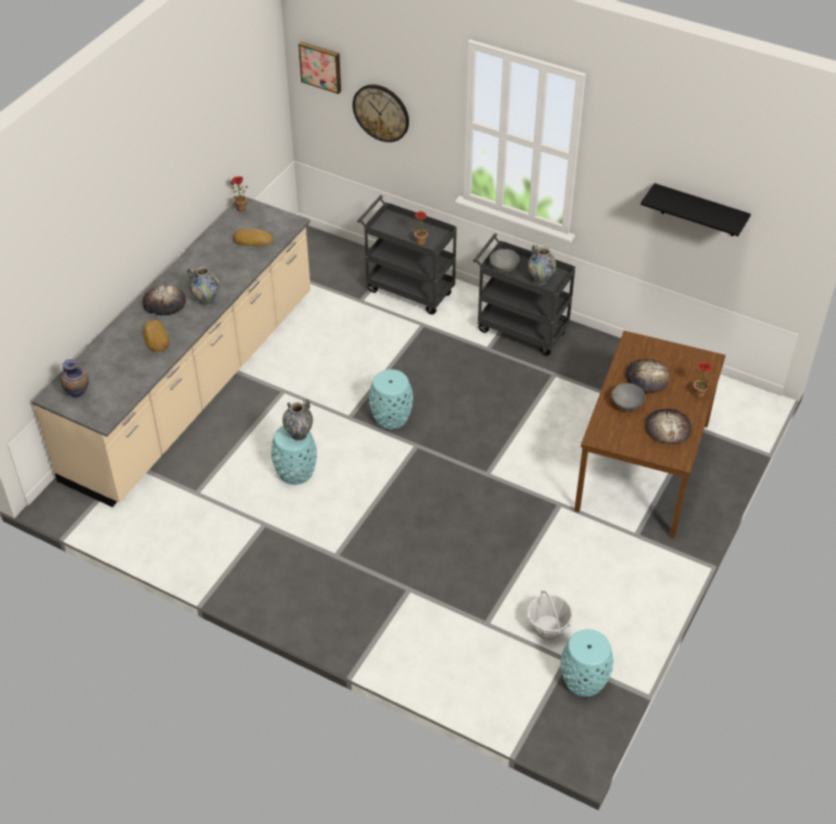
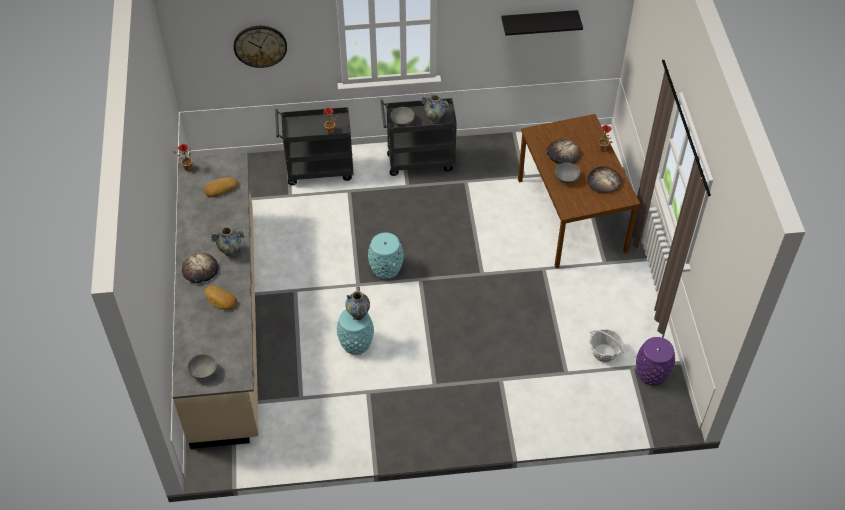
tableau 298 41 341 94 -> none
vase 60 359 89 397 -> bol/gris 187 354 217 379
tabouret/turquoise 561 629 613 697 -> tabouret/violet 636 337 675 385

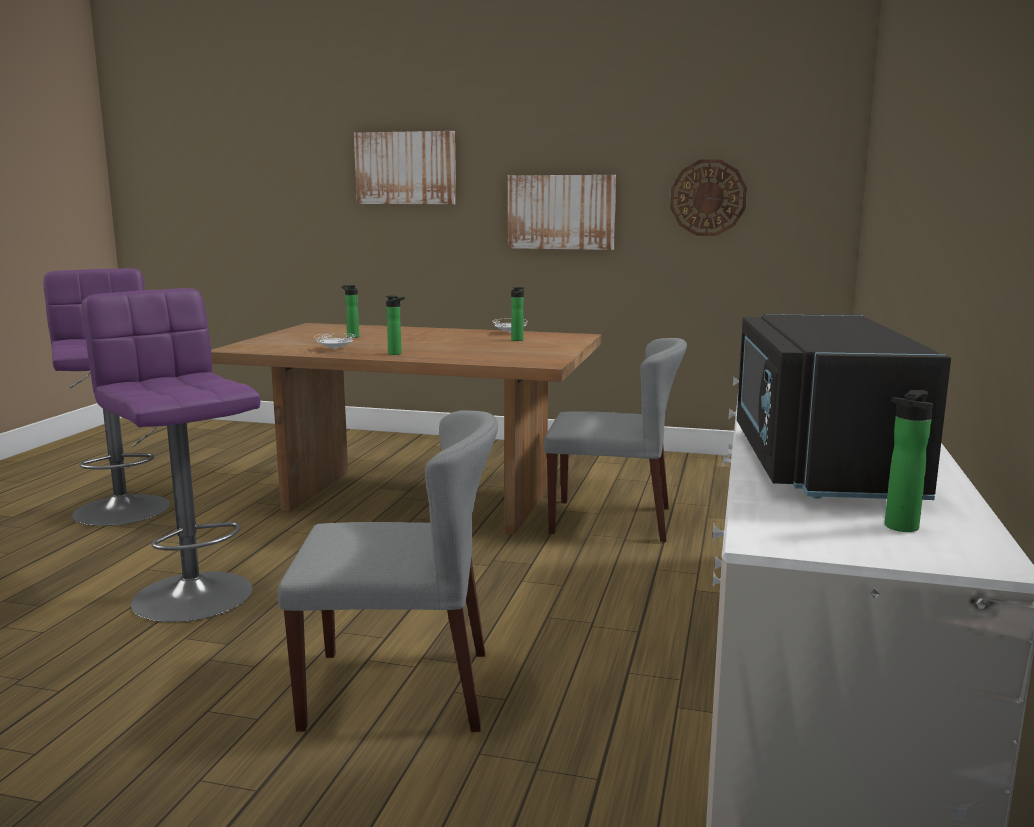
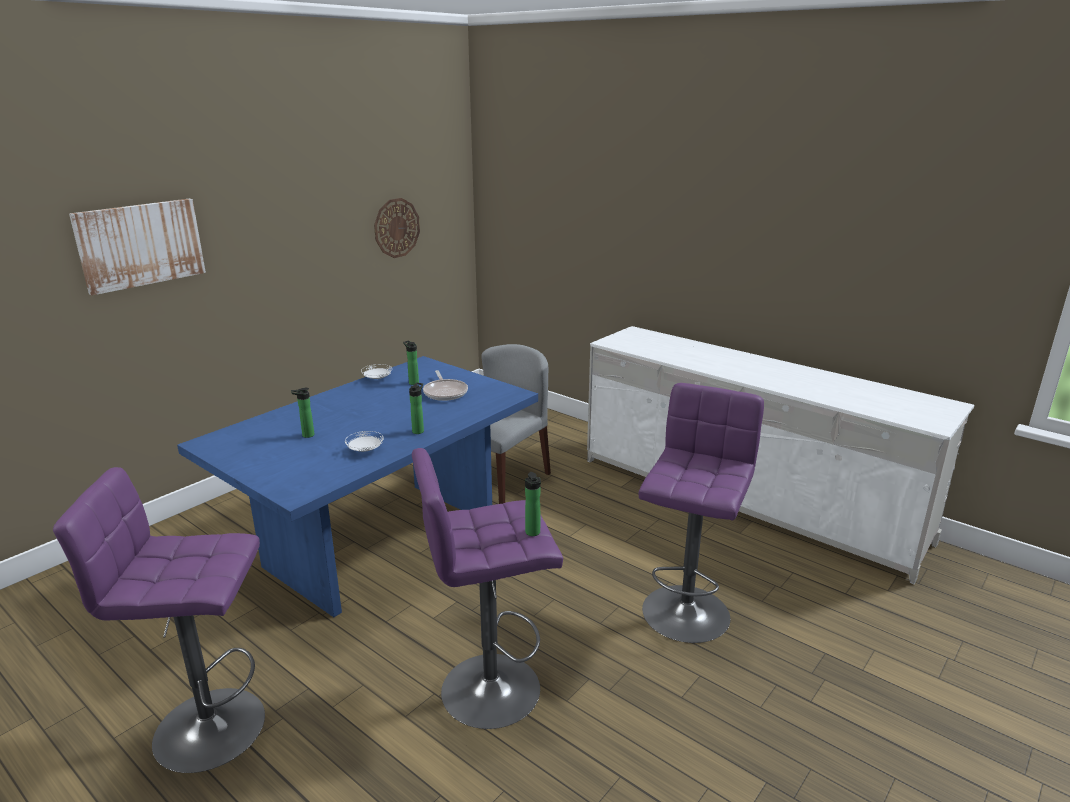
tableau 508 175 616 250 -> none
micro-ondes/noir 737 314 951 500 -> none
table à manger/marron 211 323 601 535 -> table à manger/bleu 177 356 538 617
bouteille 885 390 933 532 -> bouteille 525 472 541 536, relocated
chaise/gris 278 410 498 732 -> tabouret/violet 639 383 764 643
none -> poêle 423 370 468 401

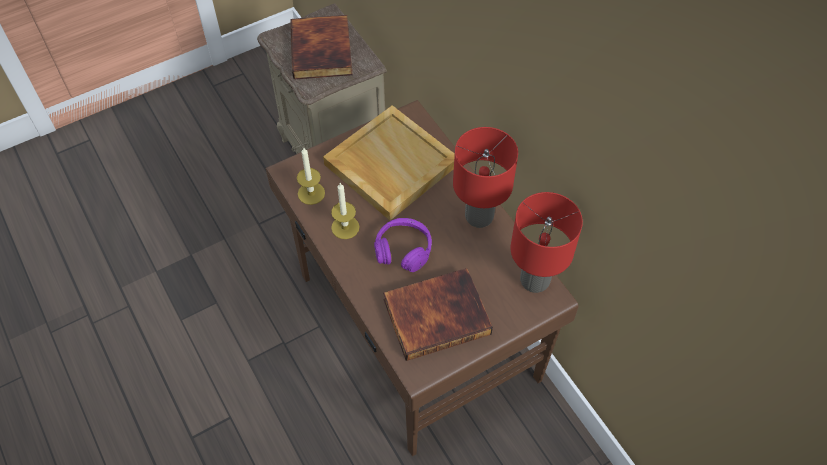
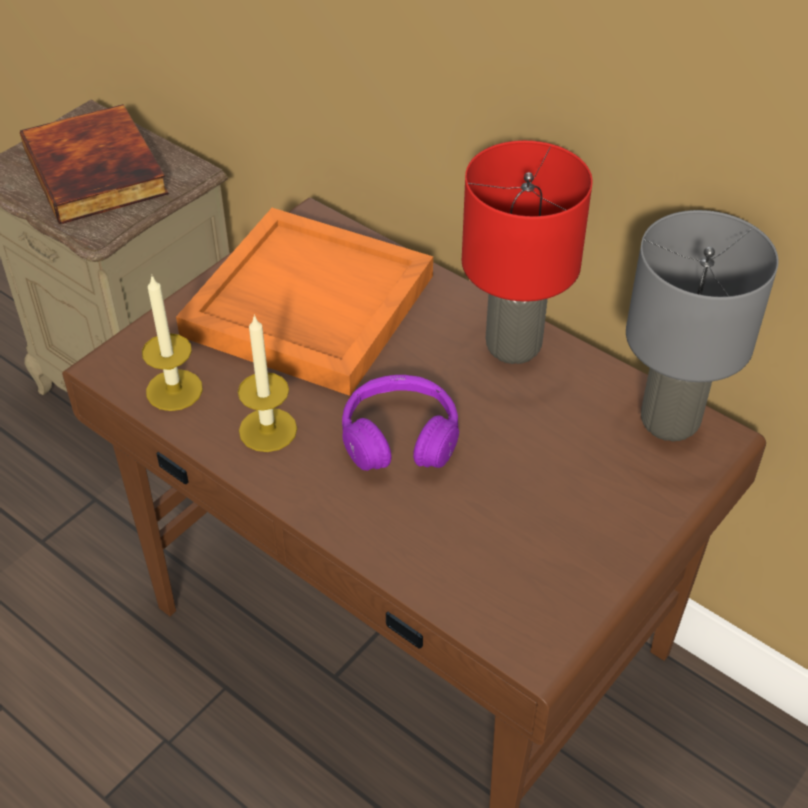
plateau/beige 323 105 455 220 -> plateau/orange 176 208 433 396
lampe de table/rouge 510 192 583 293 -> lampe de table/gris 626 210 779 441
livre 383 268 493 361 -> none

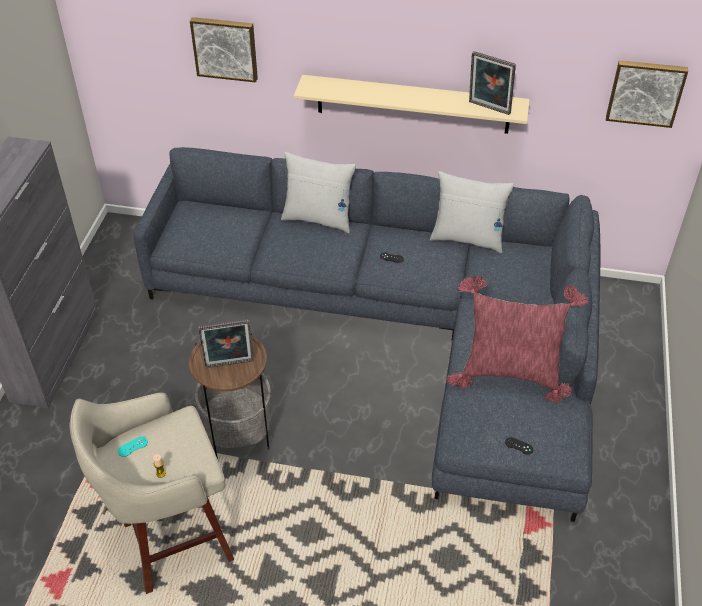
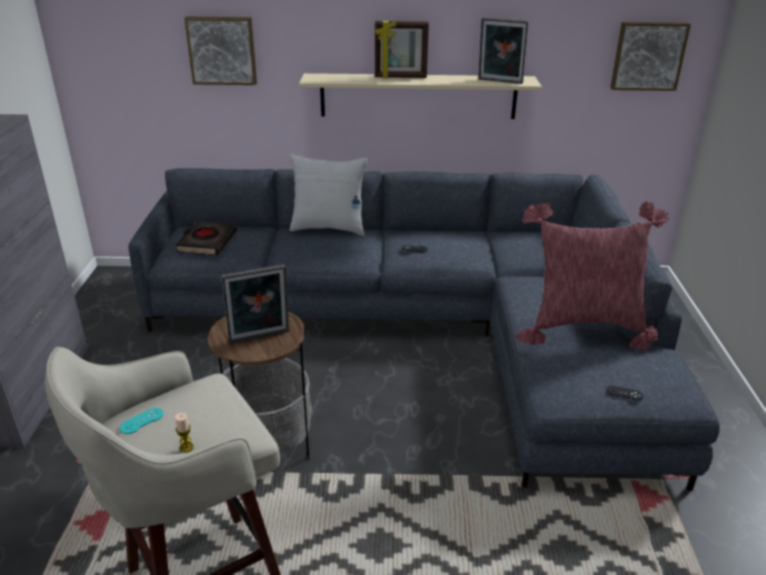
coussin/gris 430 171 514 253 -> none
none -> cadre photo 375 20 429 78
none -> livre/noir 176 221 237 255

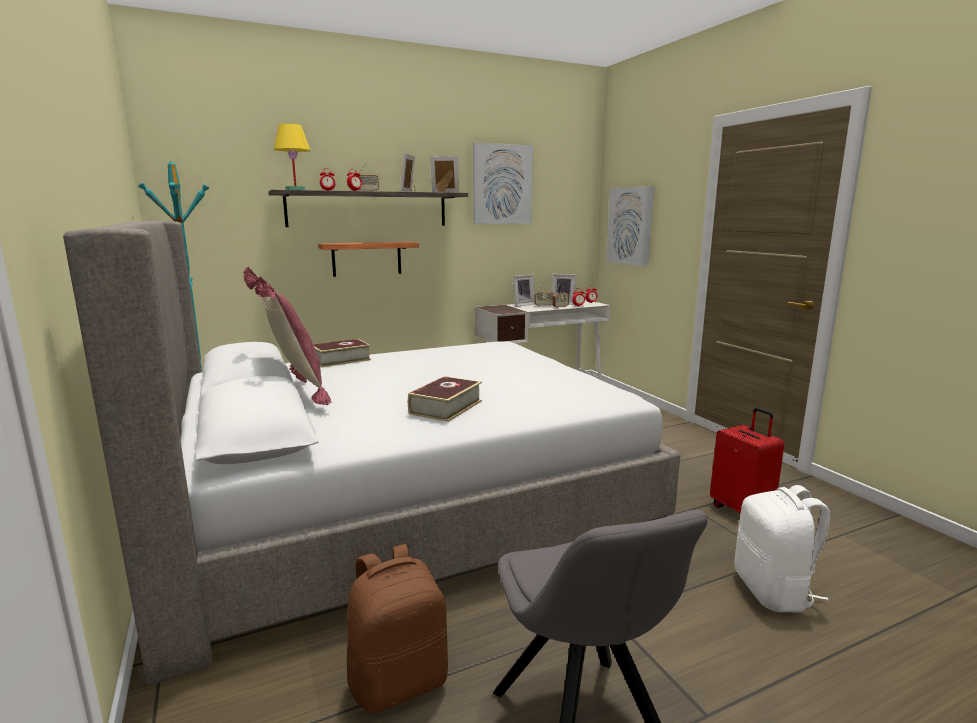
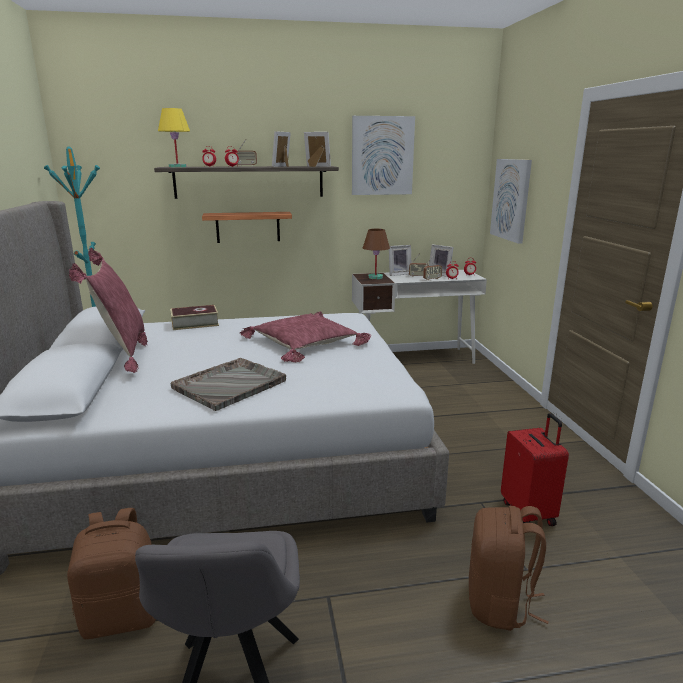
livre 408 376 482 422 -> plateau/gris 171 358 286 411
sac à dos/blanc 734 485 830 612 -> sac à dos/marron 469 506 549 631
none -> lampe de table/marron 363 229 390 279
none -> coussin/rouge 239 311 371 362

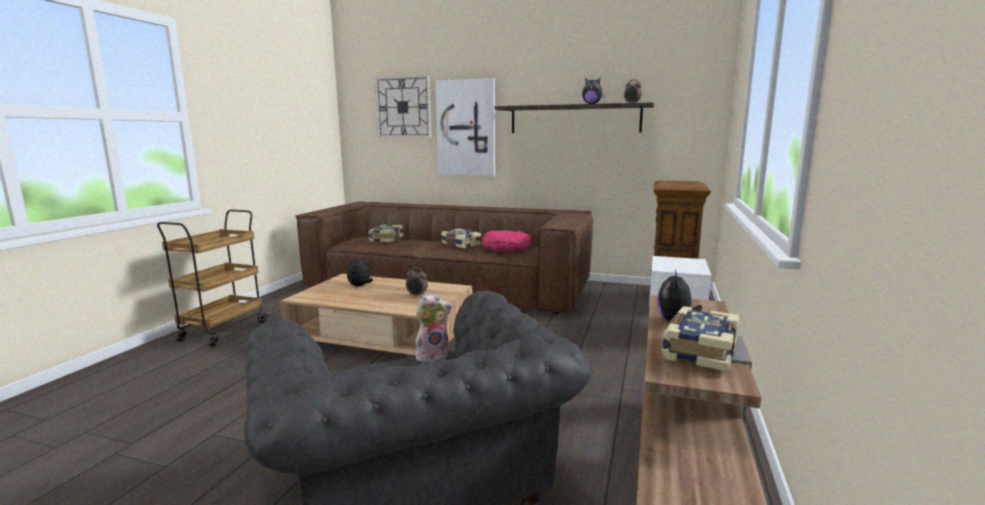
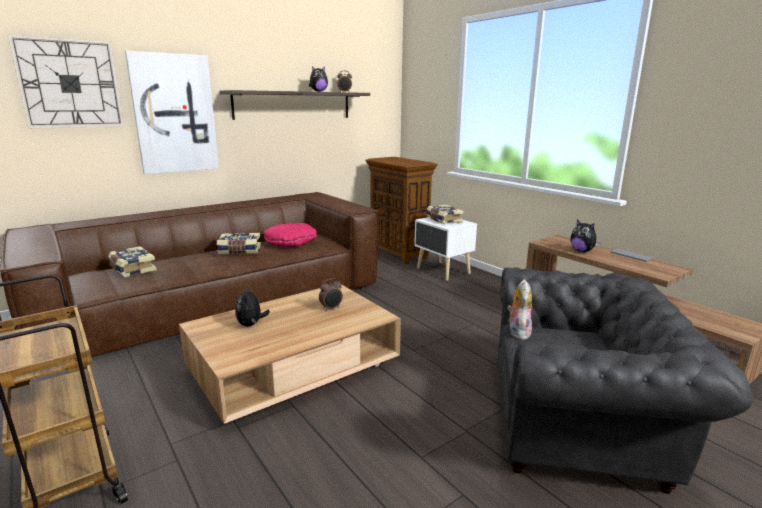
livre 662 306 739 372 -> livre 426 205 464 224, relocated

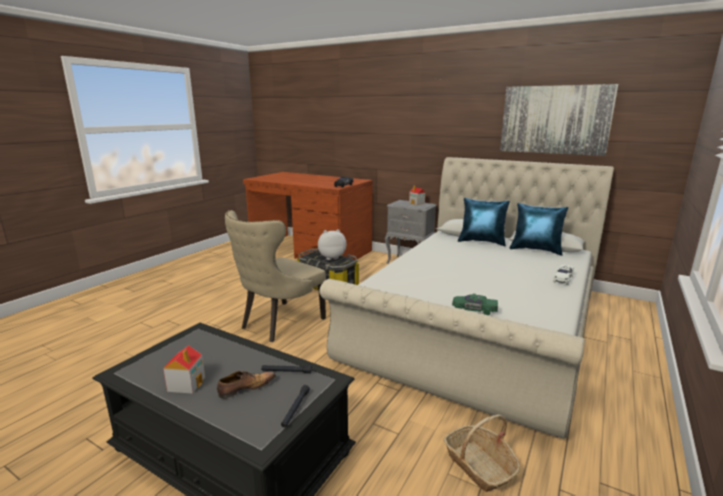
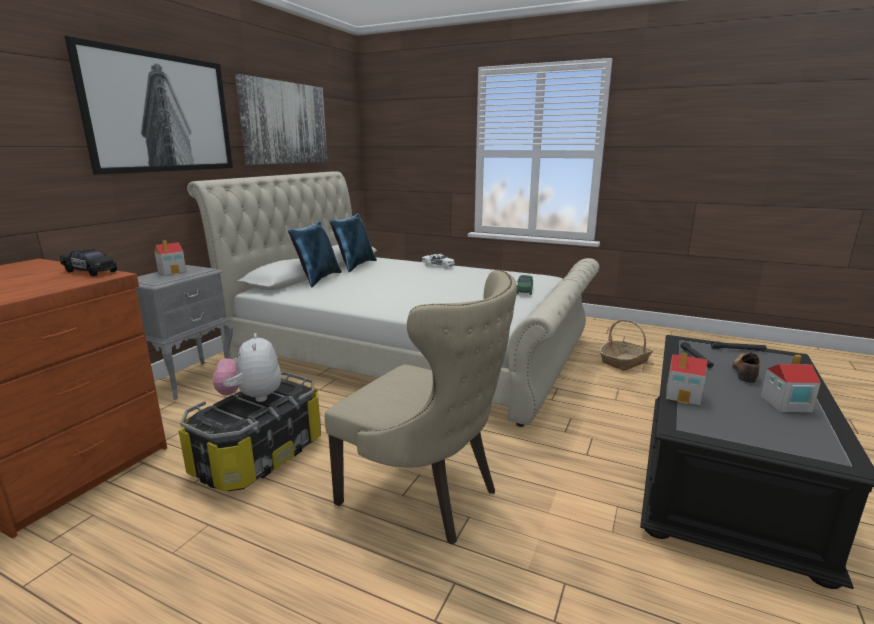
chaussure 217 371 276 399 -> chaussure 732 353 760 383, 60 degrees clockwise
none -> tableau 65 35 233 174
none -> maison miniature 666 352 707 405

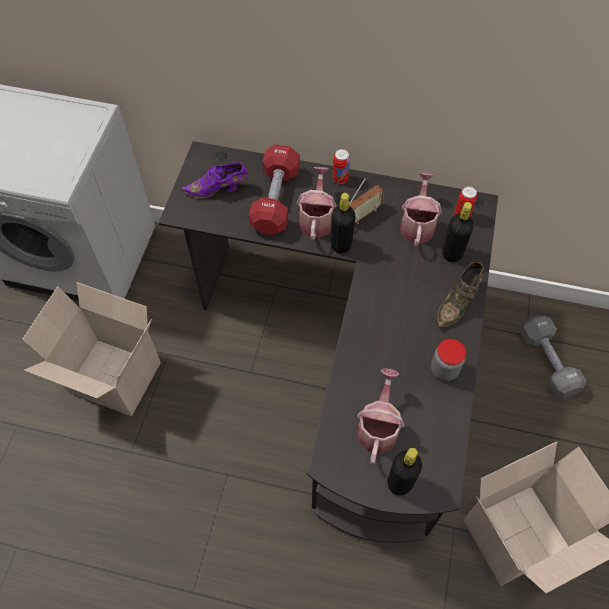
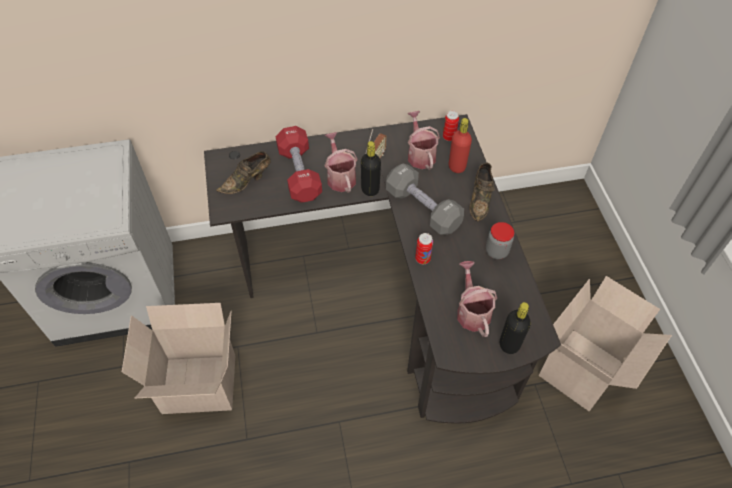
boîte métallique 333 149 350 184 -> boîte métallique 415 233 433 264, relocated
chaussure/violet 180 162 248 198 -> chaussure/marron 216 151 271 194
bouteille/noir 442 202 474 262 -> bouteille/rouge 449 118 472 173
haltère/gris 520 316 587 398 -> haltère/gris 386 164 464 235, relocated

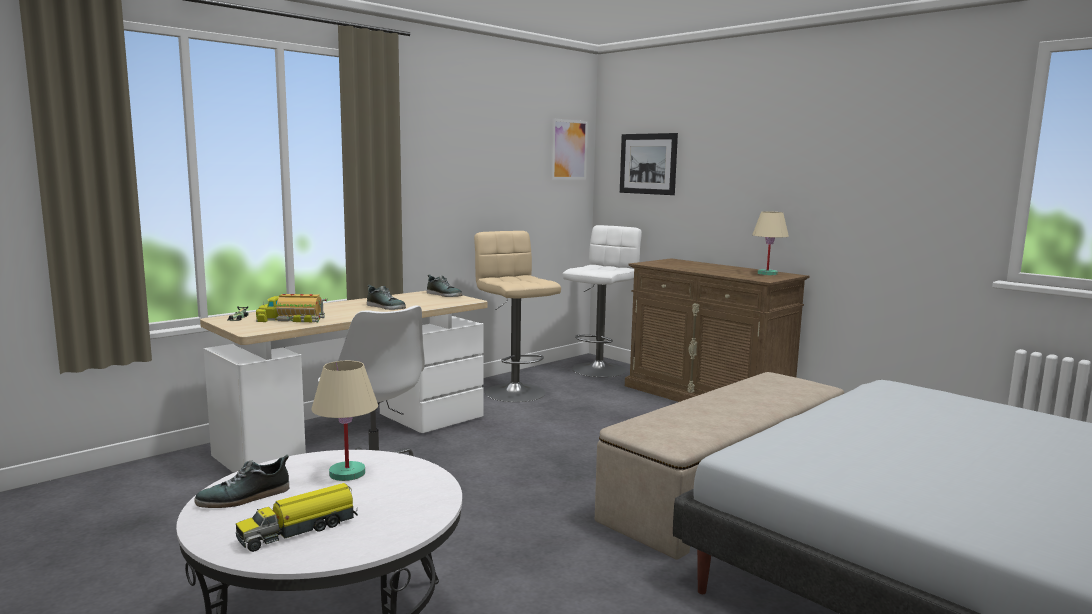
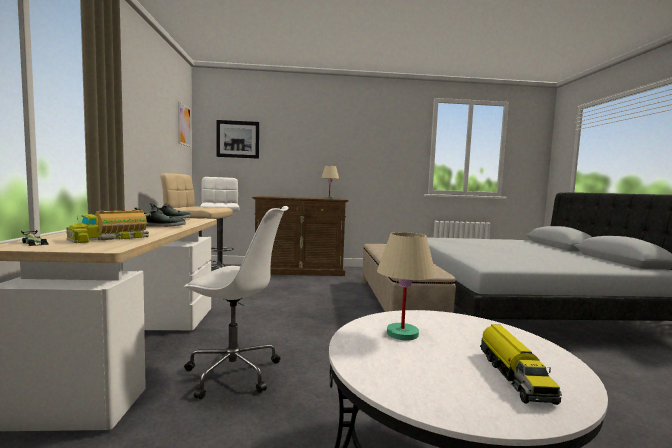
chaussure 194 455 289 508 -> none

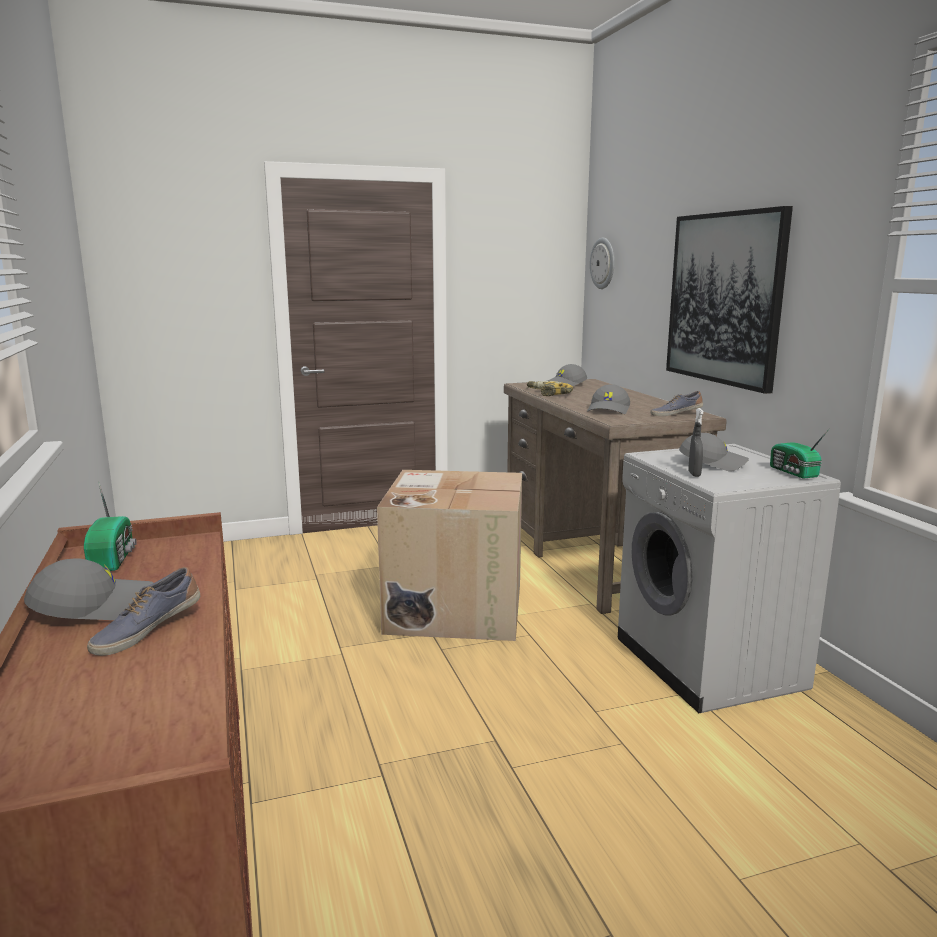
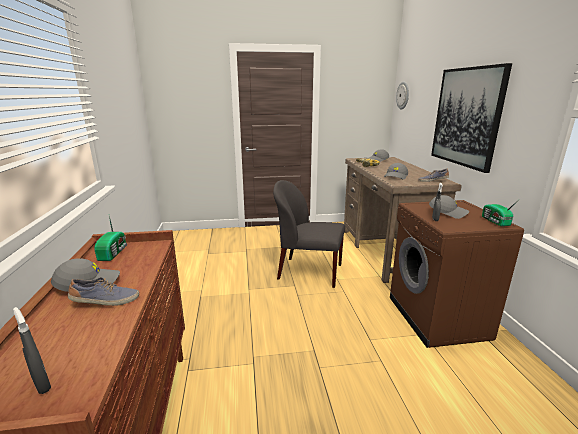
lave-linge/blanc 618 444 841 713 -> lave-linge/marron 390 200 524 348
carton 377 470 522 641 -> chaise/gris 273 180 345 288
chaussure 87 567 200 656 -> chaussure 68 277 139 306, 150 degrees counterclockwise
none -> vaporisateur/gris 13 307 51 394

